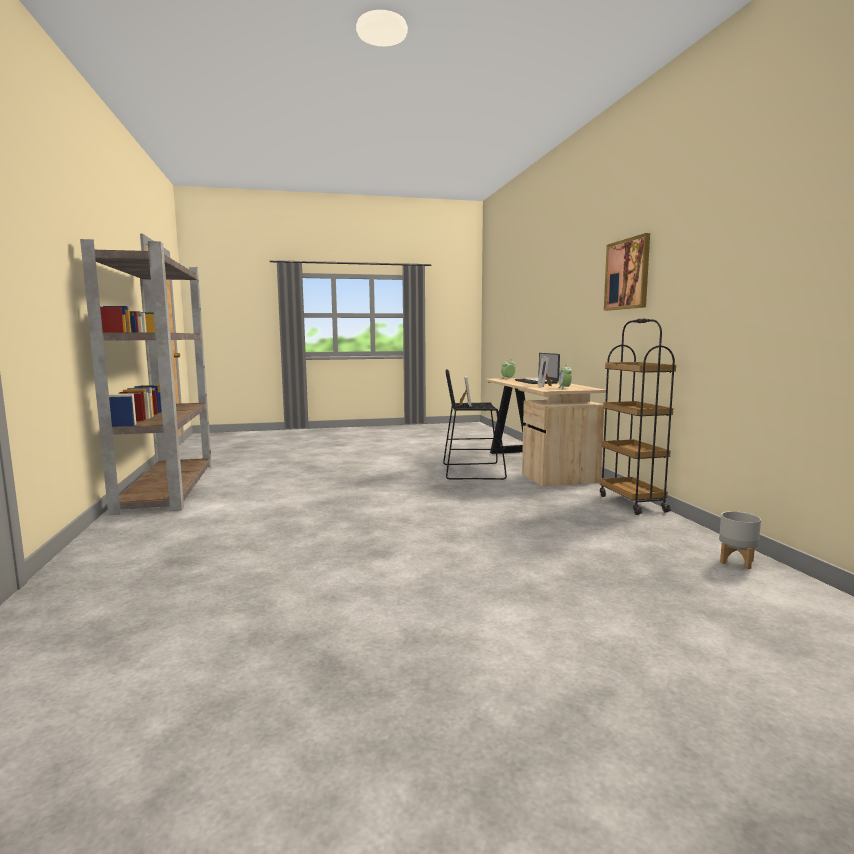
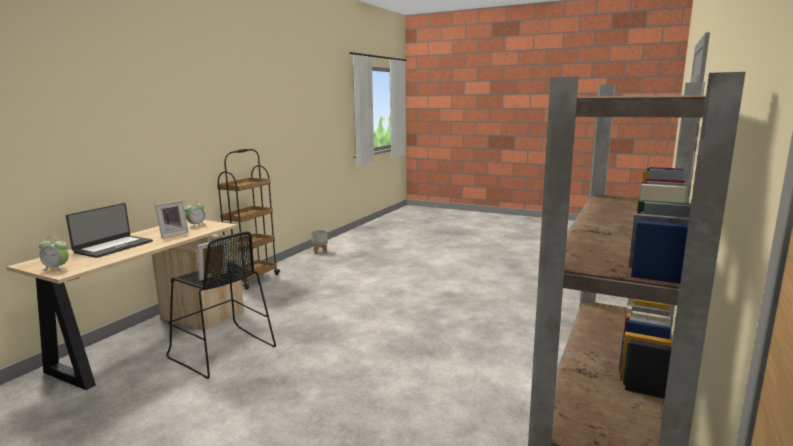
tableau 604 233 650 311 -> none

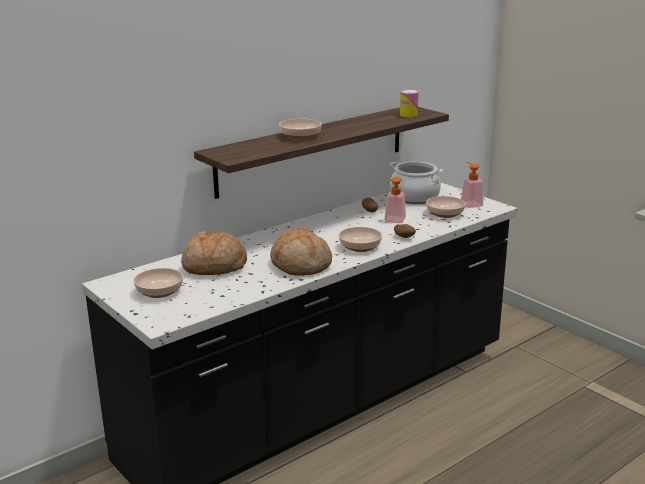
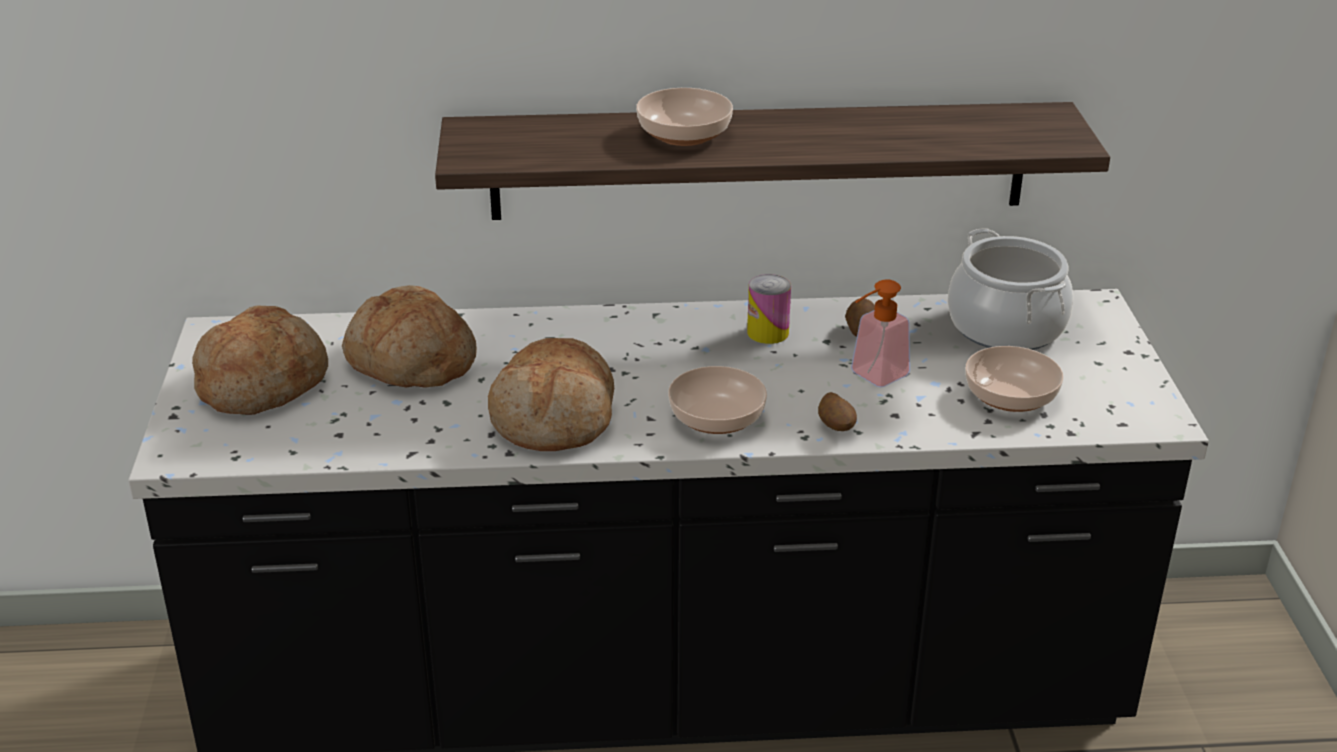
boîte métallique 400 90 419 117 -> boîte métallique 747 274 791 344, relocated
distributeur de savon 461 162 483 208 -> none
bol 134 268 183 298 -> pain 192 305 328 415

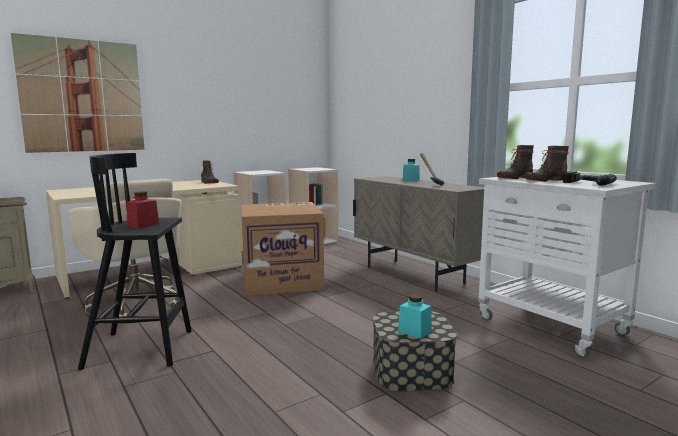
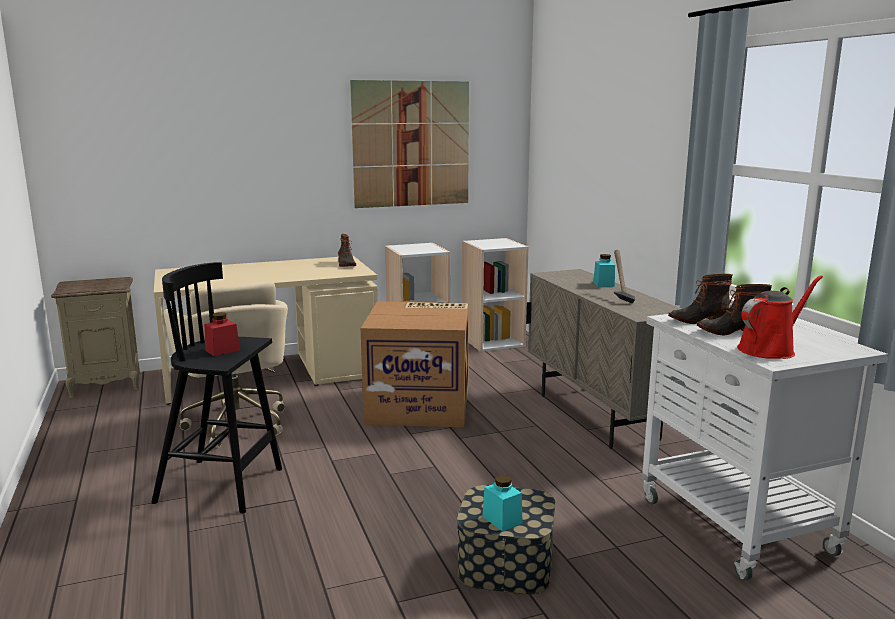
tableau 11 33 145 153 -> tableau 350 80 469 208, relocated
perceuse 563 171 617 186 -> arrosoir/rouge 737 275 823 359

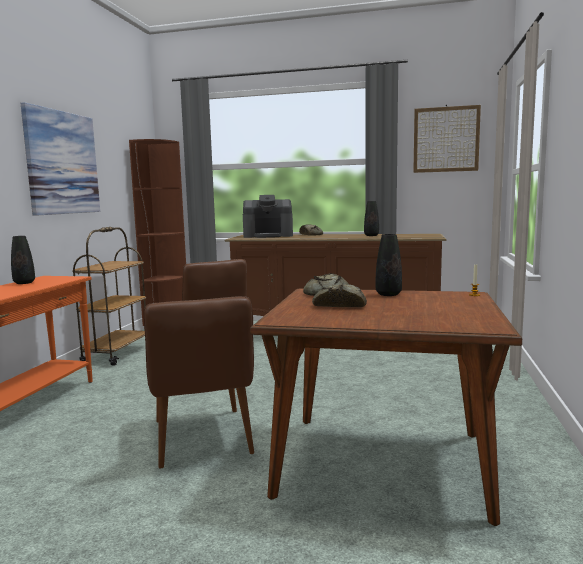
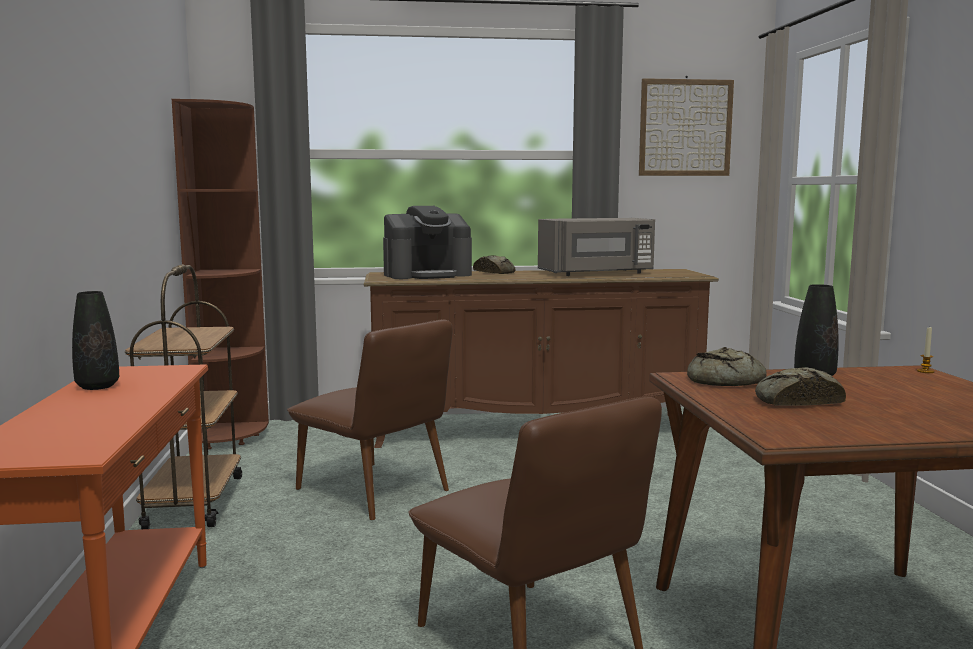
tableau 20 102 100 216 -> none
vase/noir 364 201 379 236 -> micro-ondes/gris 538 218 655 276

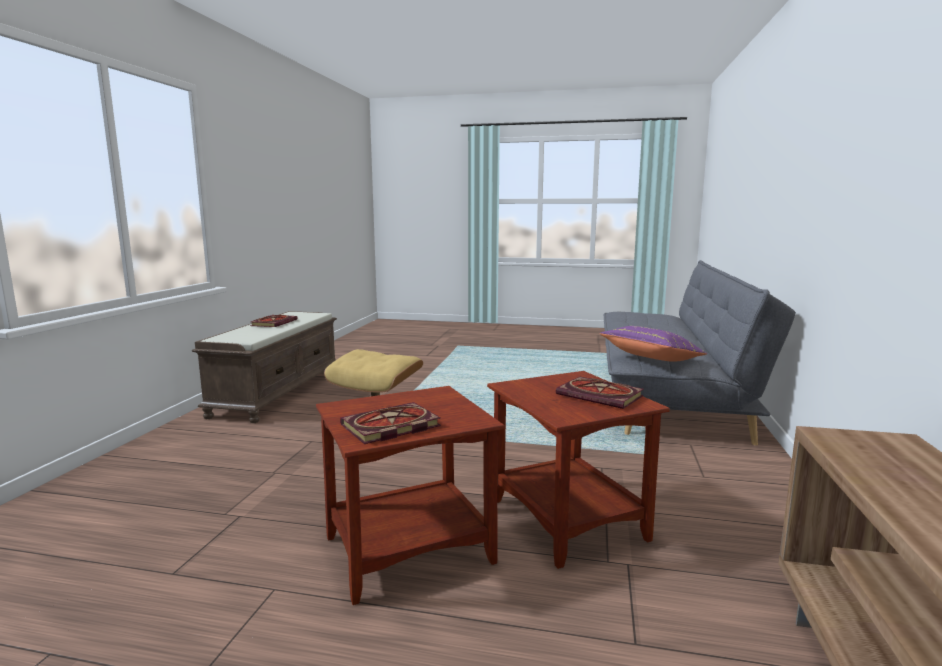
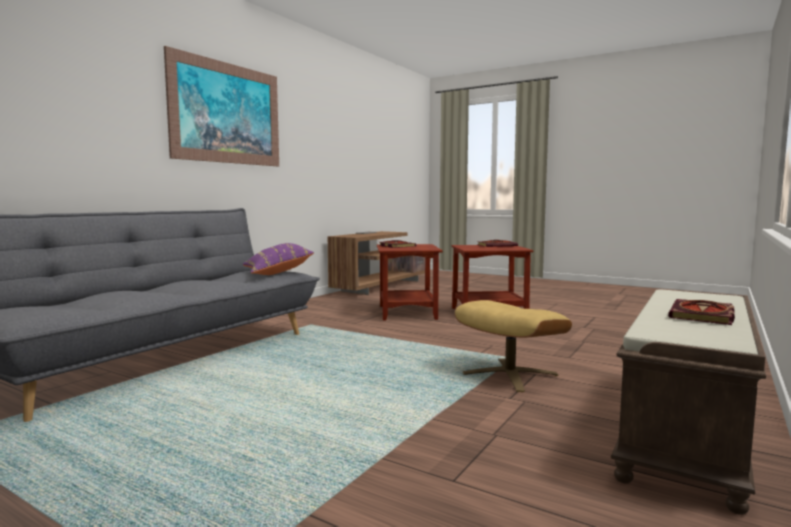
none -> tableau 164 46 279 166

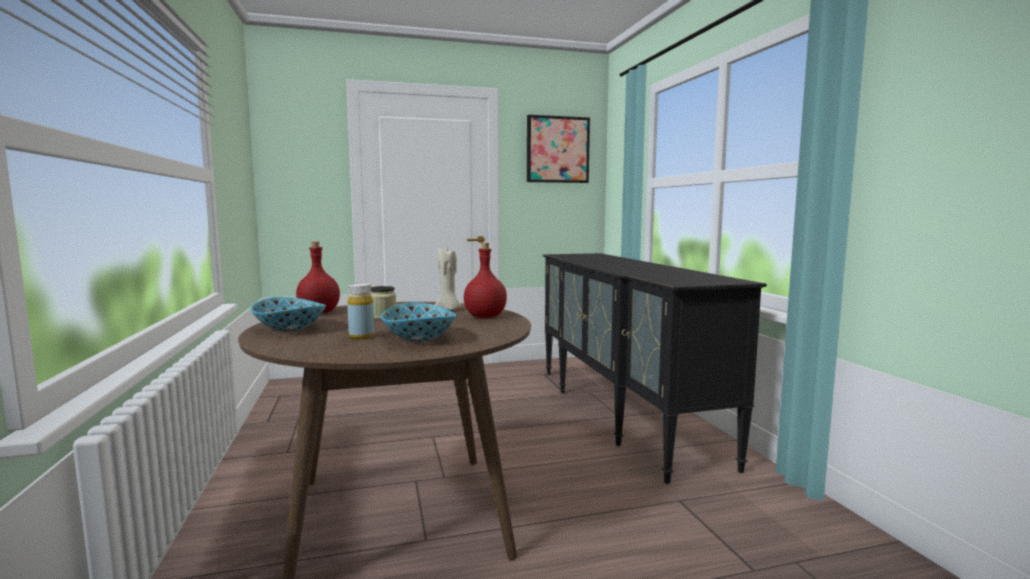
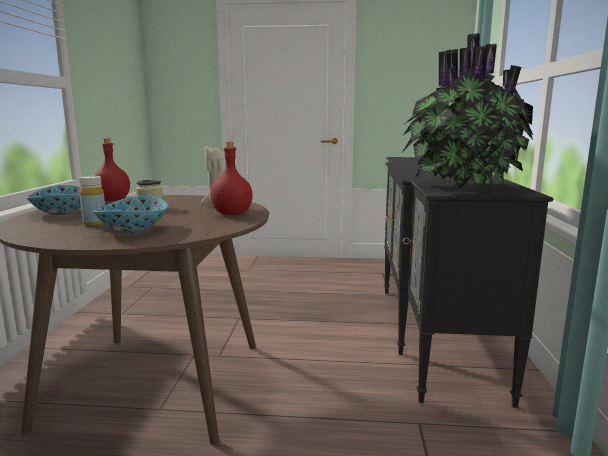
tableau 527 115 590 183 -> none
none -> plante en pot 402 33 533 190

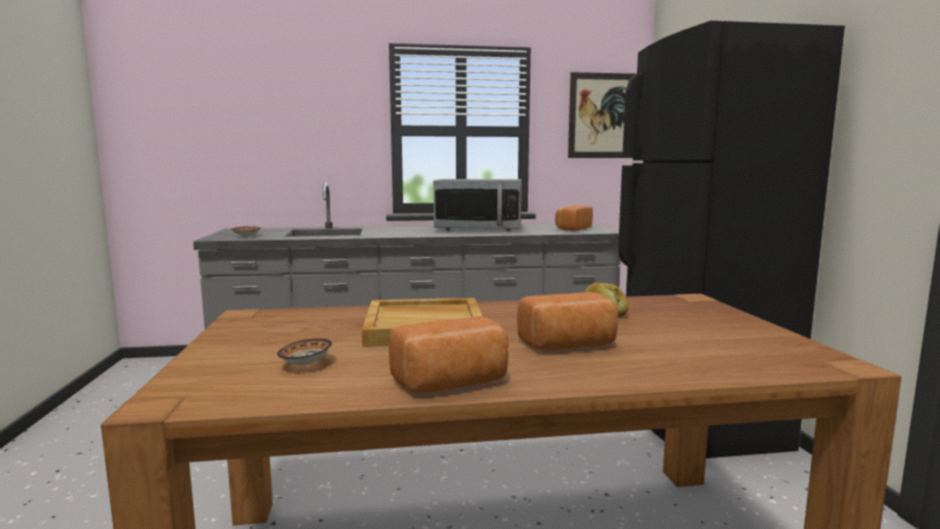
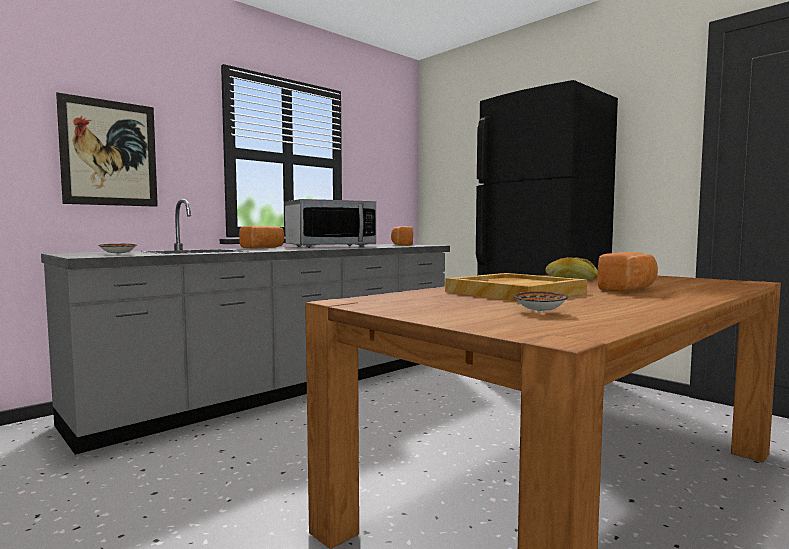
tableau 568 72 637 158 -> tableau 56 92 158 207, relocated
pain 389 316 509 393 -> pain 239 226 284 248, relocated

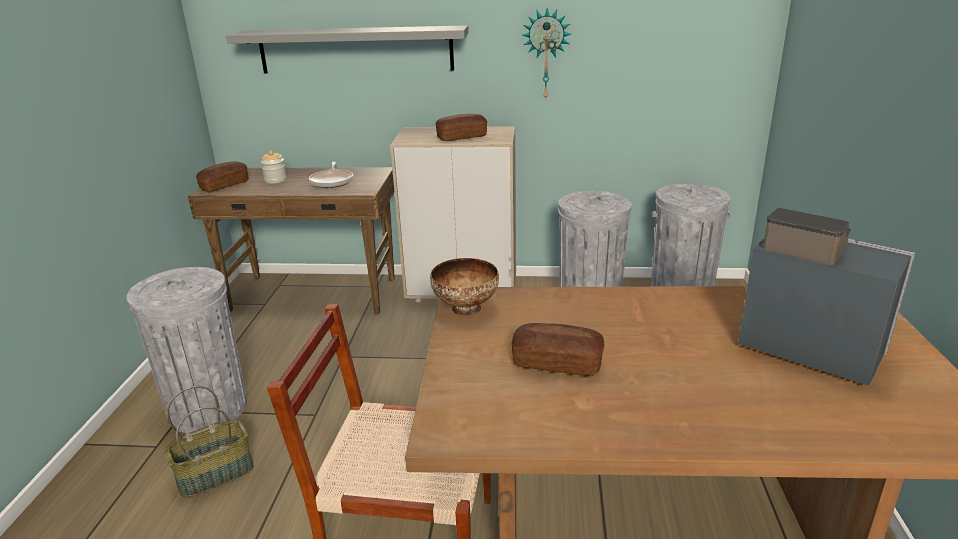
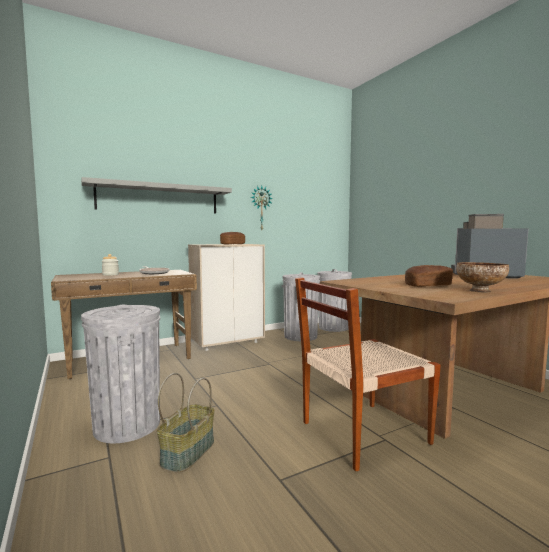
pain 196 161 249 192 -> none
bol 430 258 499 316 -> bol 456 262 509 293, relocated

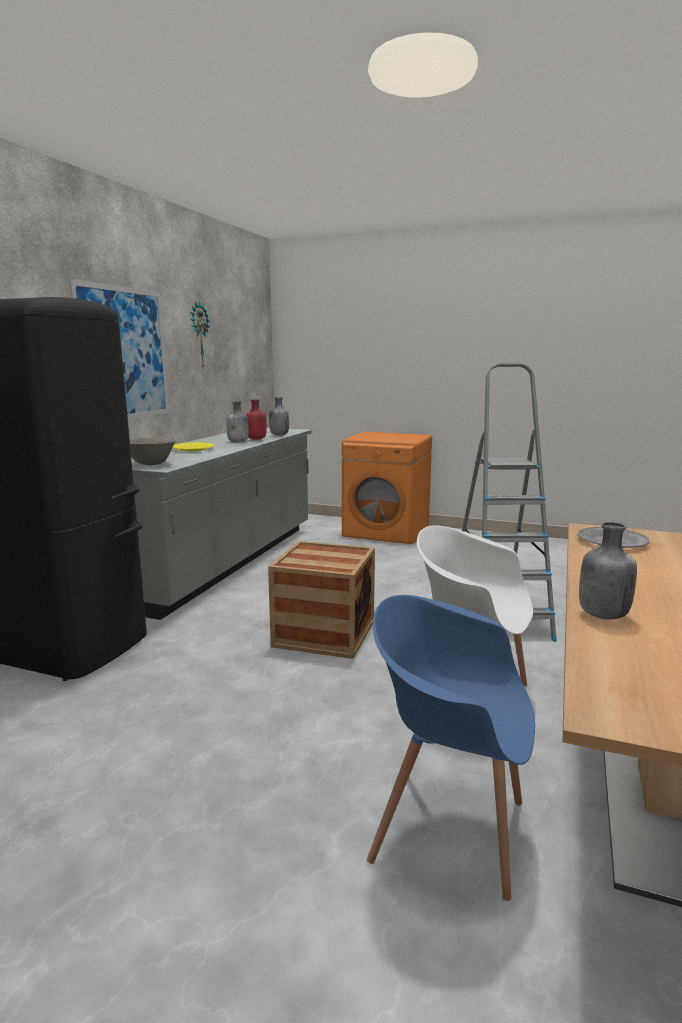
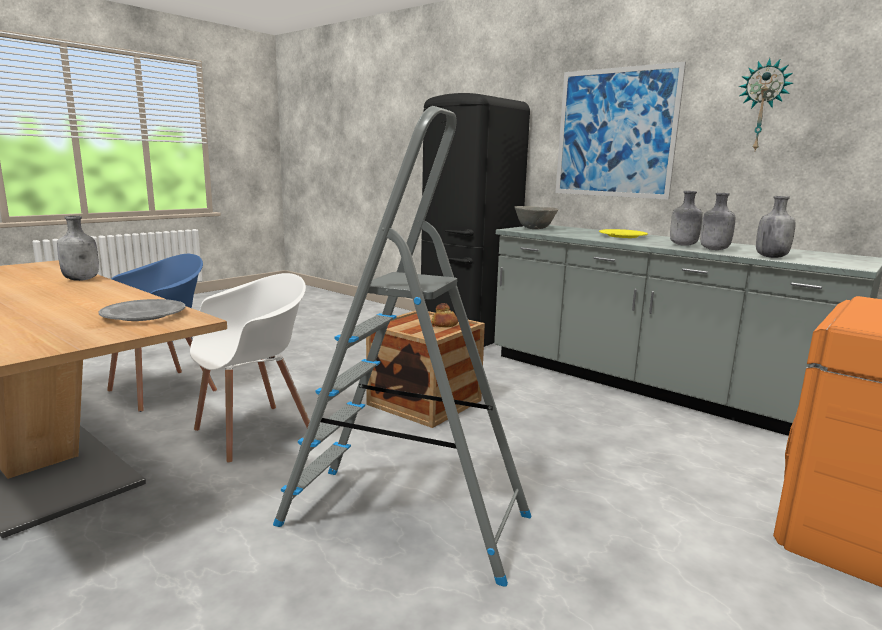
bouteille/rouge 246 399 267 440 -> bouteille/gris 700 193 735 250
none -> pain 432 303 458 327

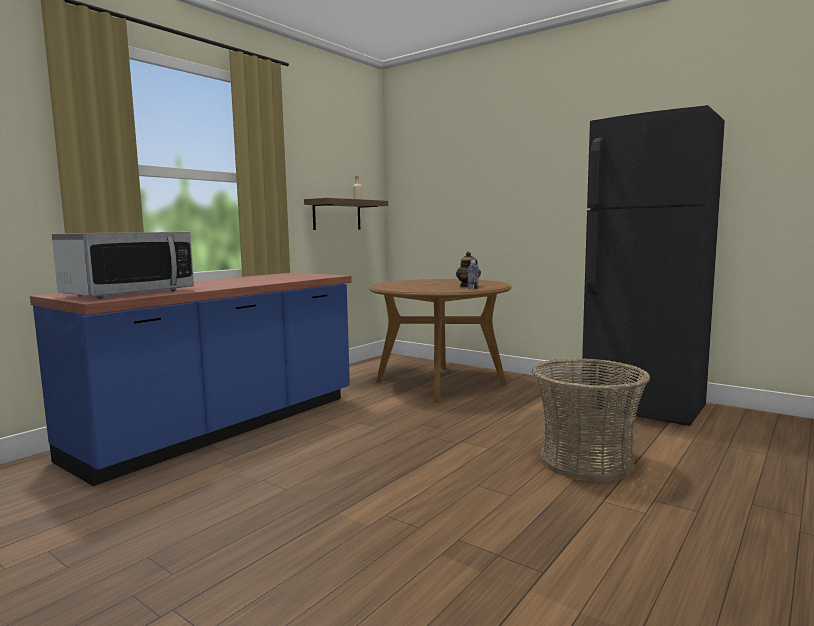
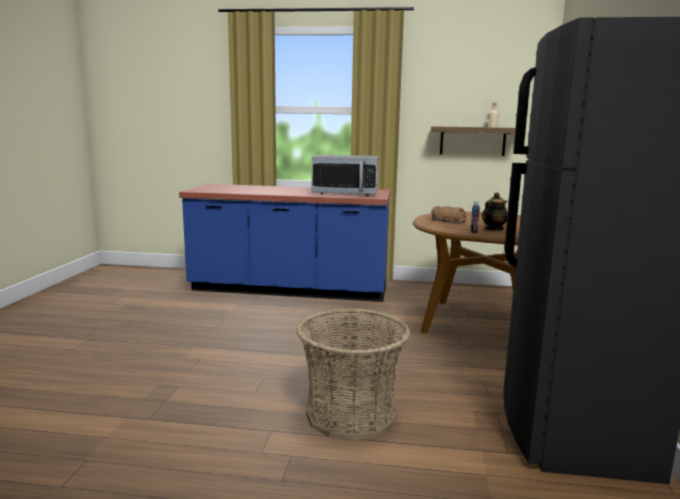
micro-ondes 52 232 194 299 -> micro-ondes 312 155 379 196, relocated
none -> pain 431 206 467 224

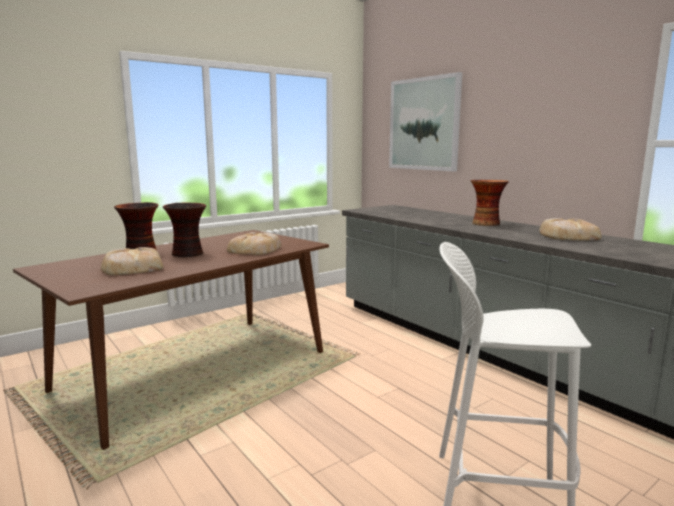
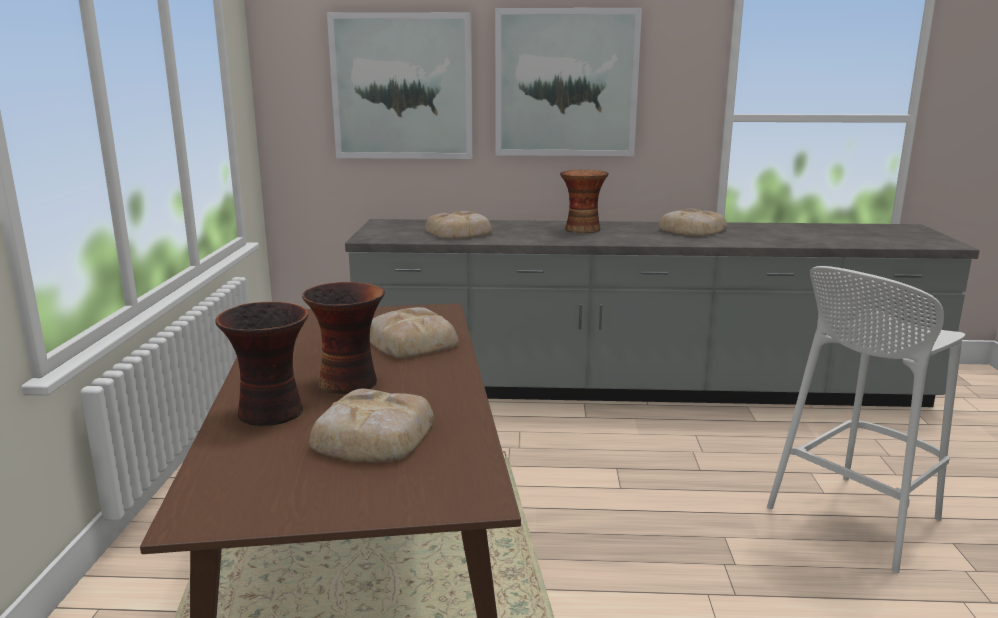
none -> tableau 495 8 642 156
none -> pain 425 211 492 239

